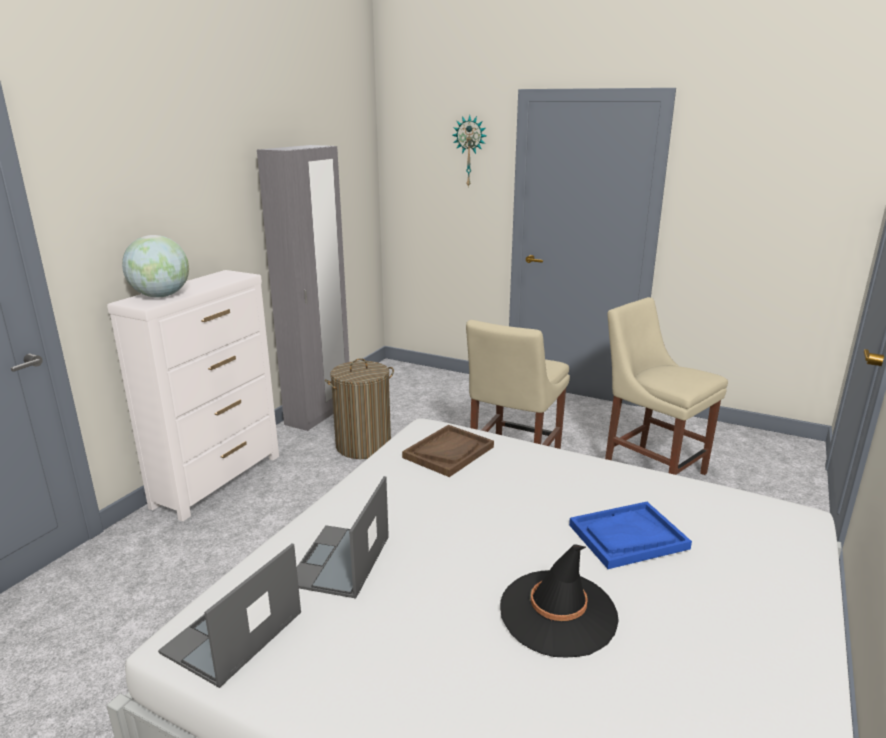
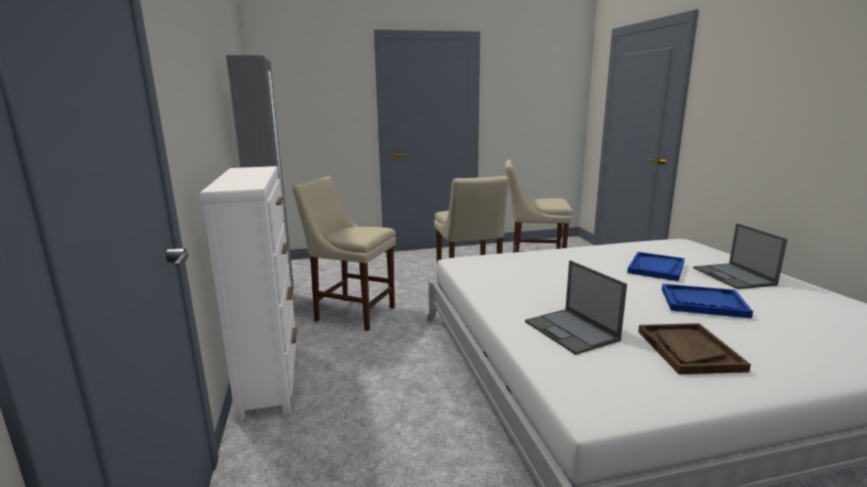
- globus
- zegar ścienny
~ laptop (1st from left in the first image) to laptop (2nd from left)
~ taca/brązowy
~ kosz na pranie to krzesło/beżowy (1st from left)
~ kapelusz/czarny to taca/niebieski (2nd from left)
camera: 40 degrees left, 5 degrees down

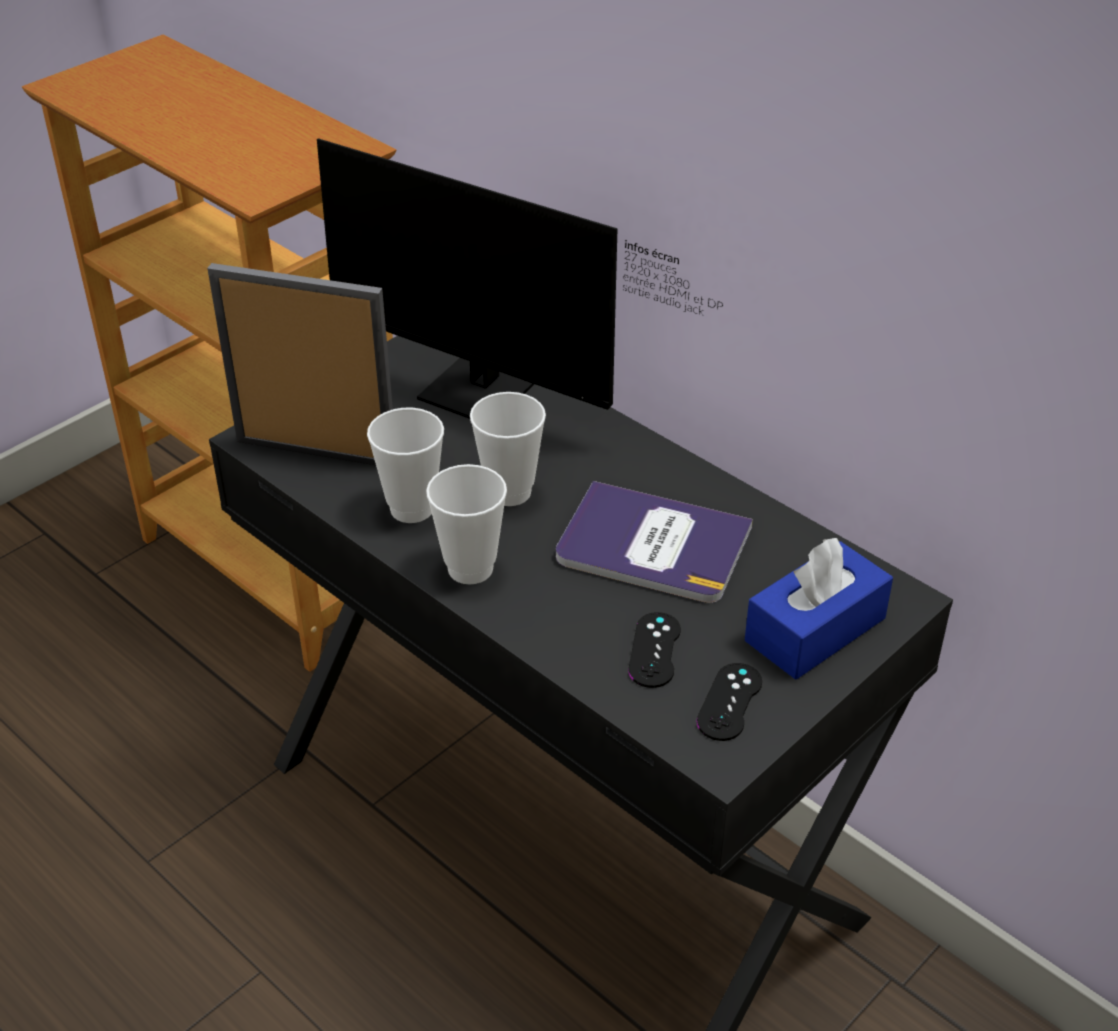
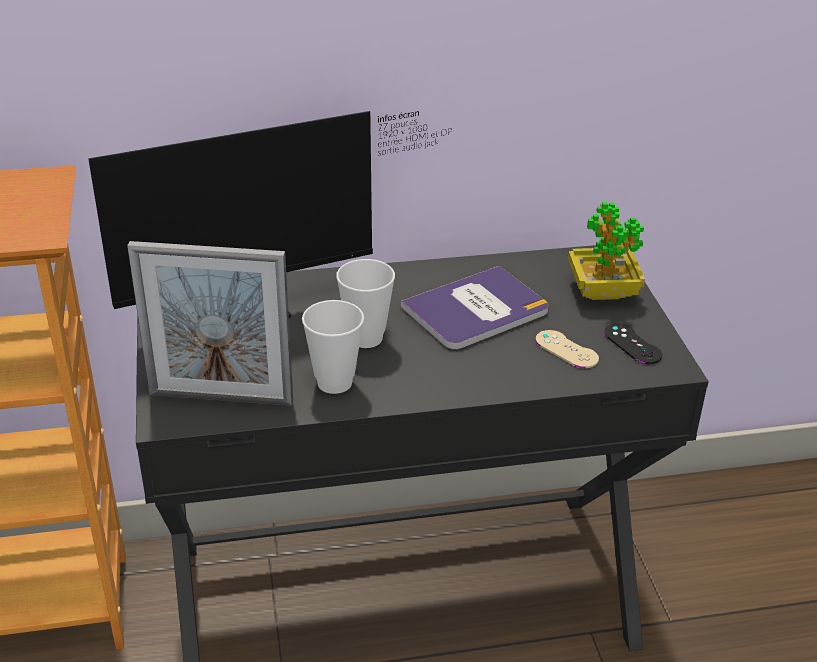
- filiżanka (2nd from left)
~ pudełko chusteczek/niebieski to roślina doniczkowa
~ pad do gier/czarny (1st from left) to pad do gier/beżowy
~ ramka na zdjęcie 135 degrees counterclockwise
camera: 55 degrees left, 5 degrees down

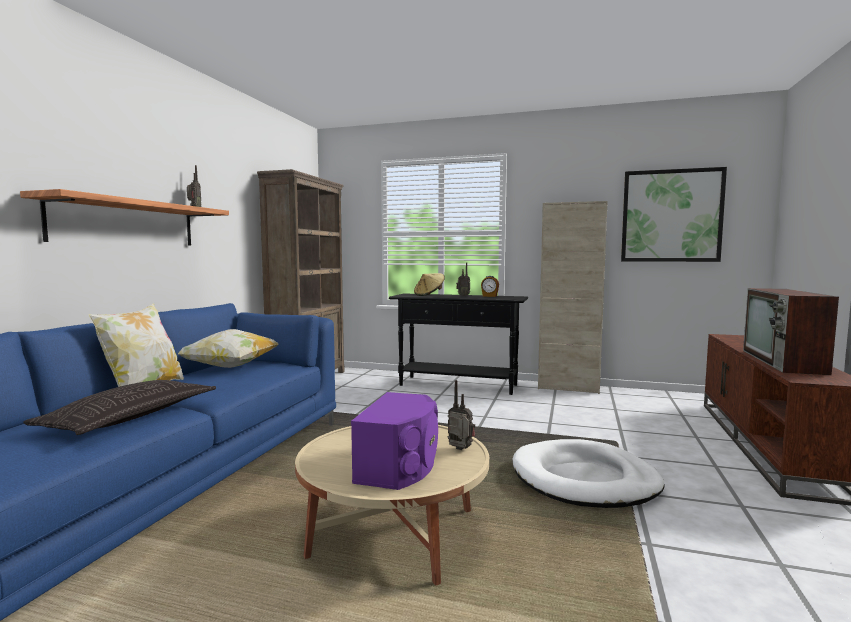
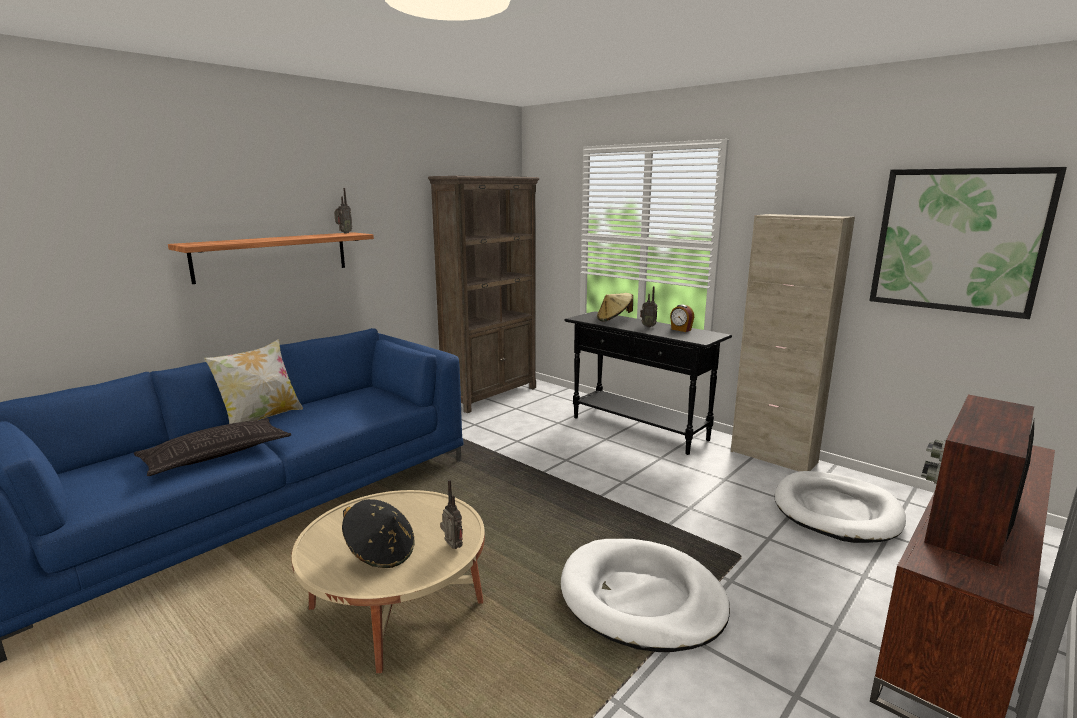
- poduszka (3rd from left)
+ legowisko/biały (2nd from left)
~ głośnik/fioletowy to kapelusz/czarny
camera: 25 degrees right, 10 degrees up

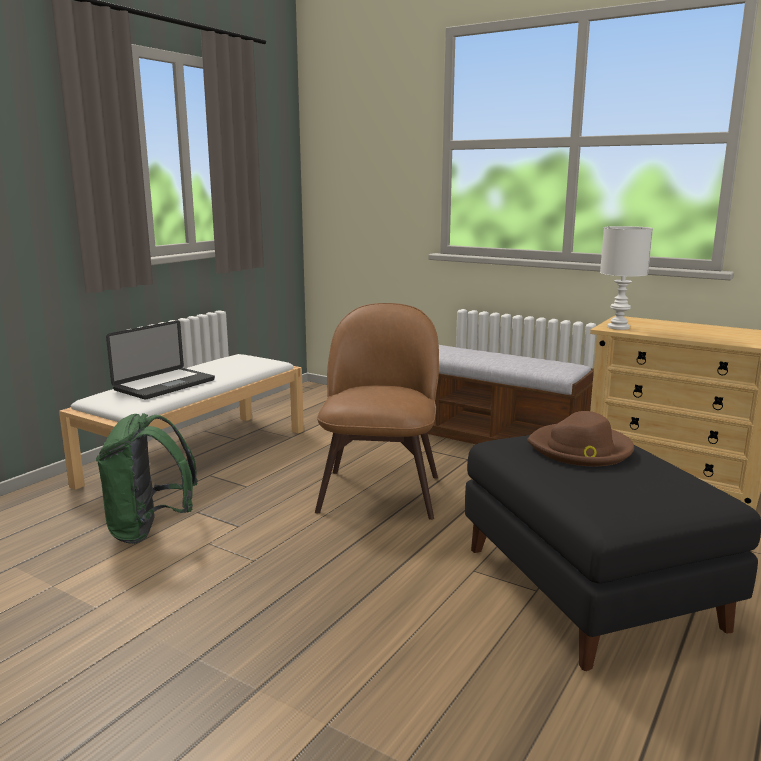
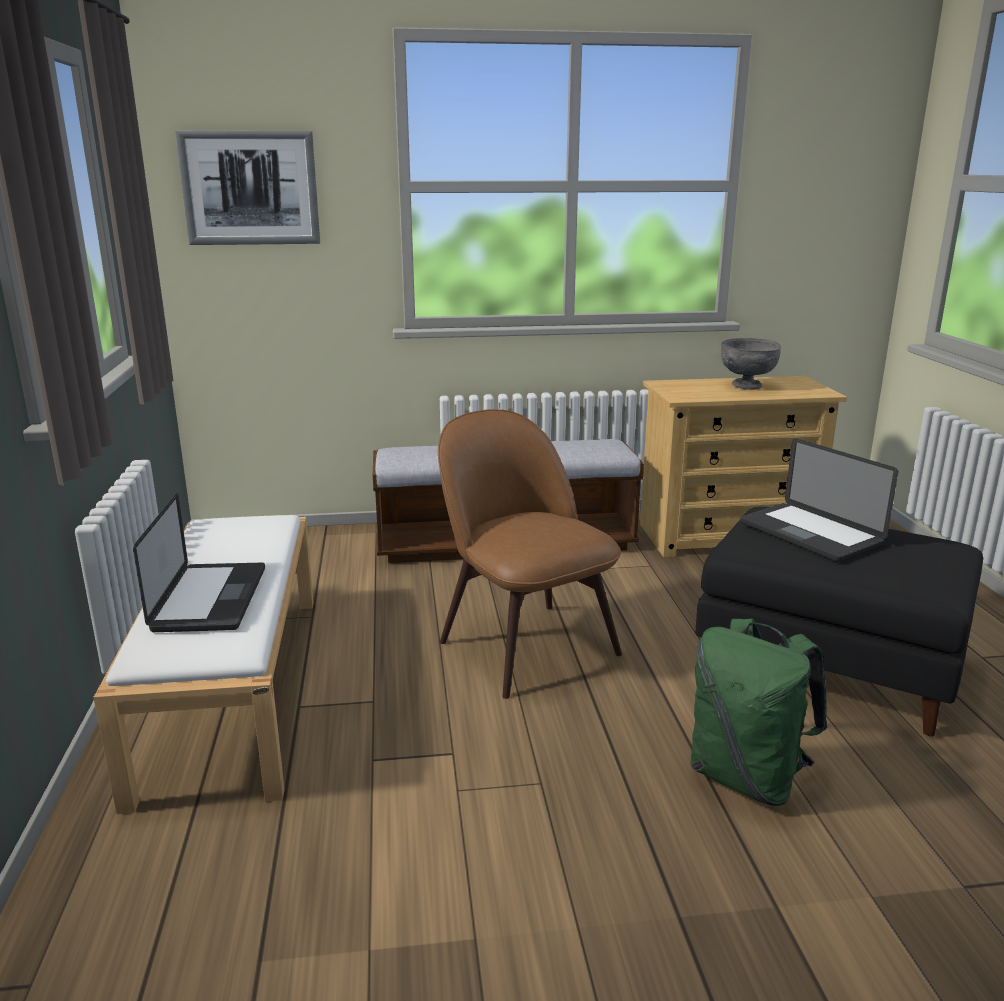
- lampa stołowa/biały
+ obraz
+ miska/szary
~ plecak/zielony
~ kapelusz/brązowy to laptop (2nd from left)
camera: 40 degrees left, 5 degrees up

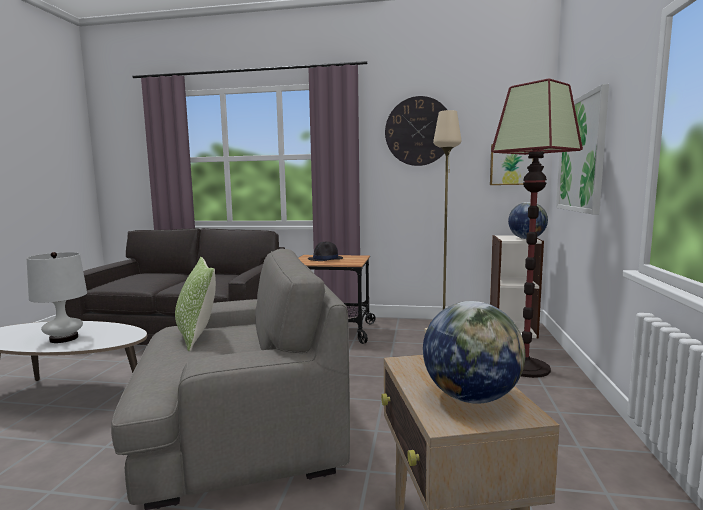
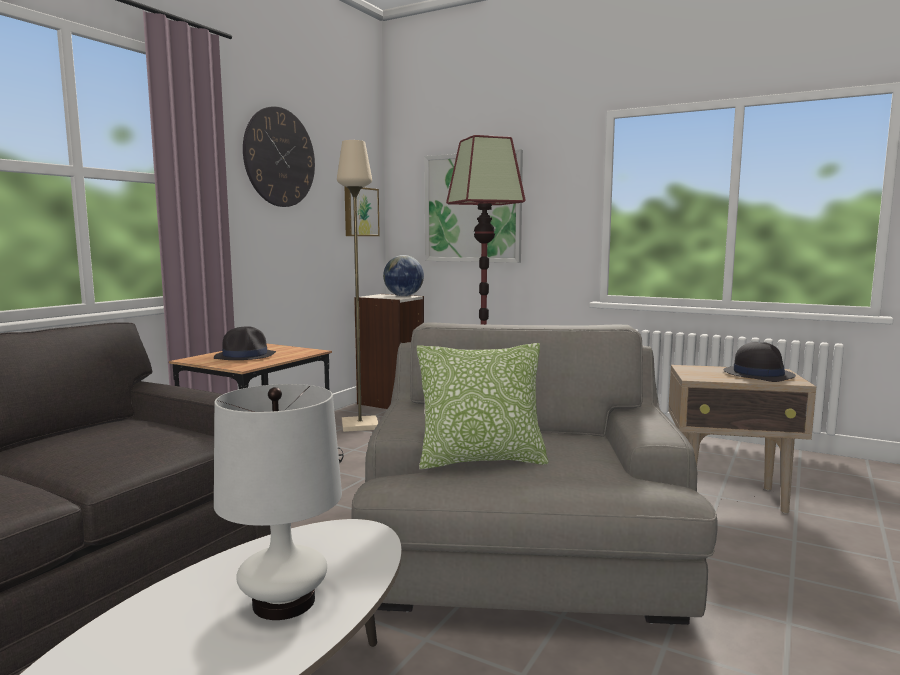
~ globus (1st from left) to kapelusz/czarny (2nd from left)
camera: 70 degrees left, 0 degrees up

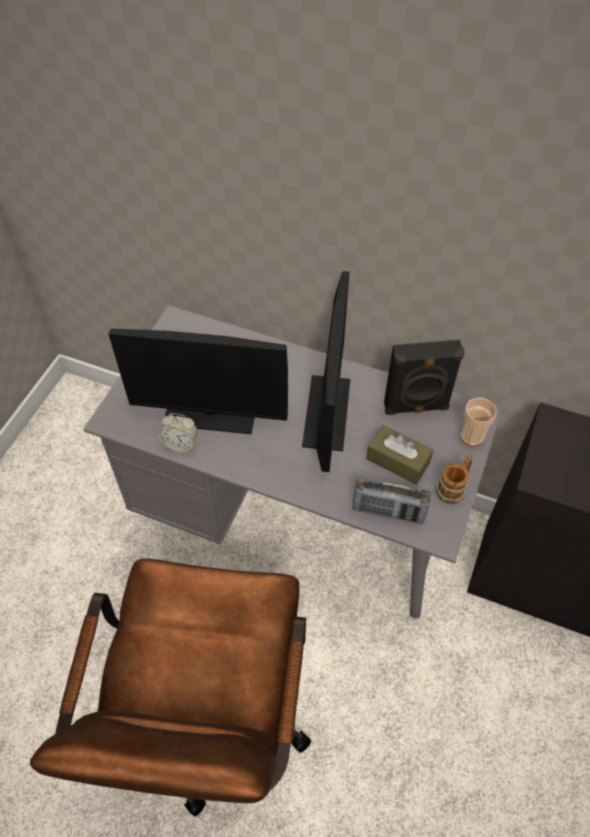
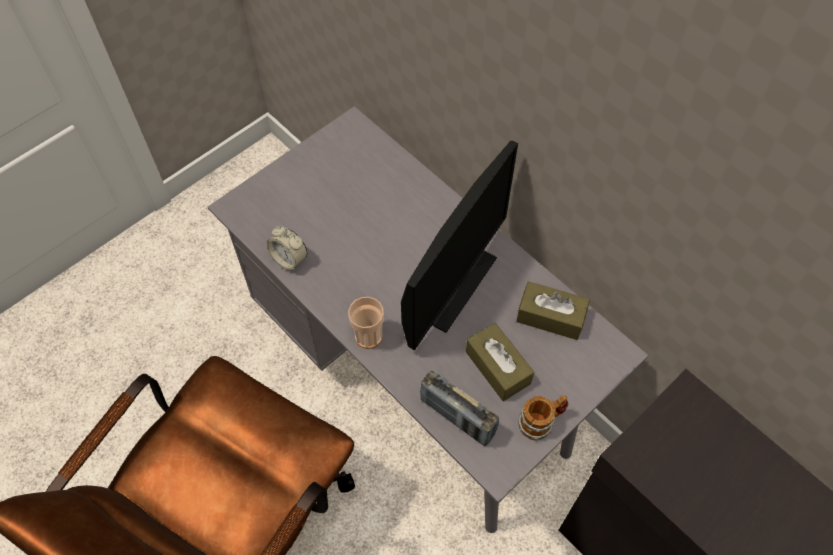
- monitor (1st from left)
~ filiżanka
~ głośnik/czarny to pudełko chusteczek/brązowy (2nd from left)
camera: 25 degrees right, 5 degrees up

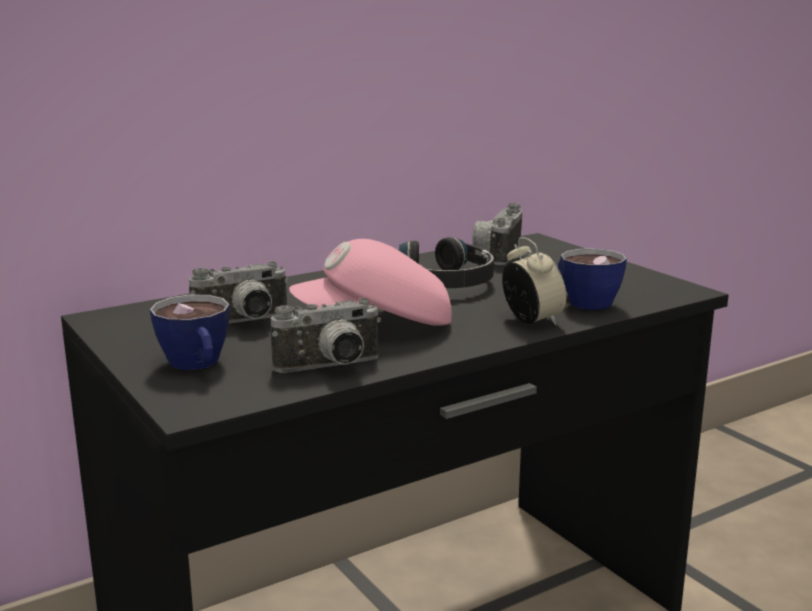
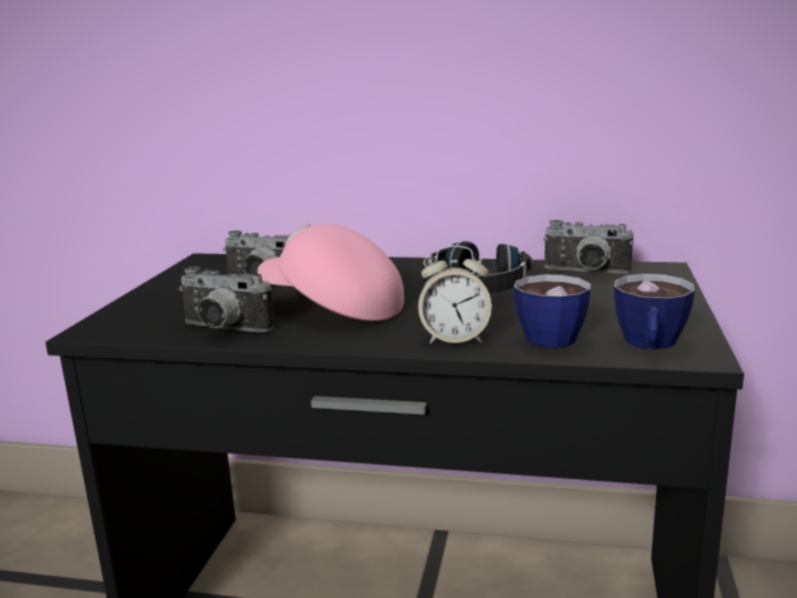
~ filiżanka (1st from left in the first image) to filiżanka (2nd from left)
~ aparat fotograficzny (3rd from left) 135 degrees counterclockwise
~ budzik 75 degrees clockwise
camera: 45 degrees right, 0 degrees up

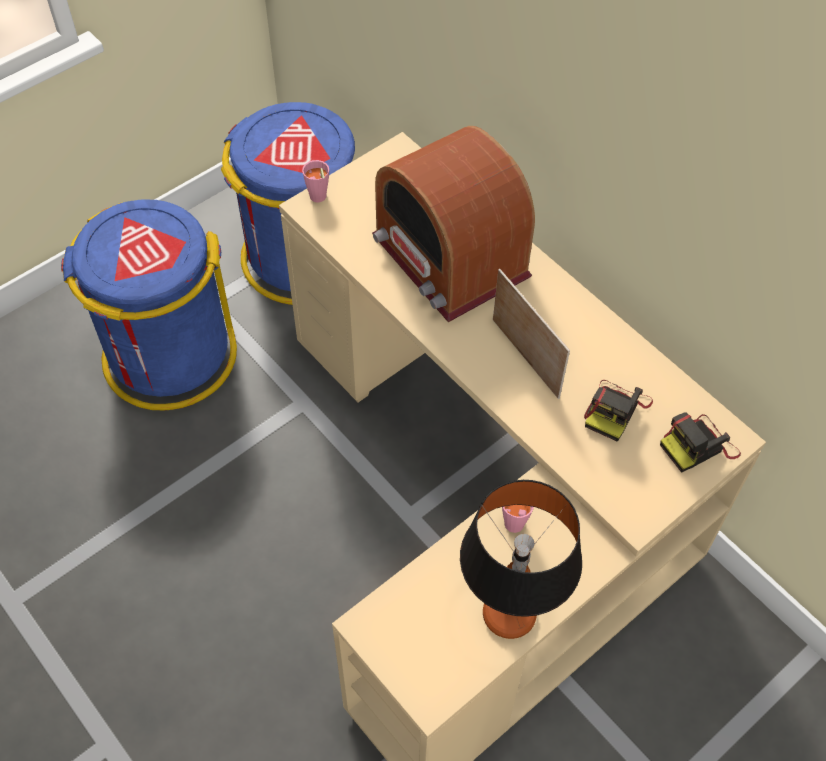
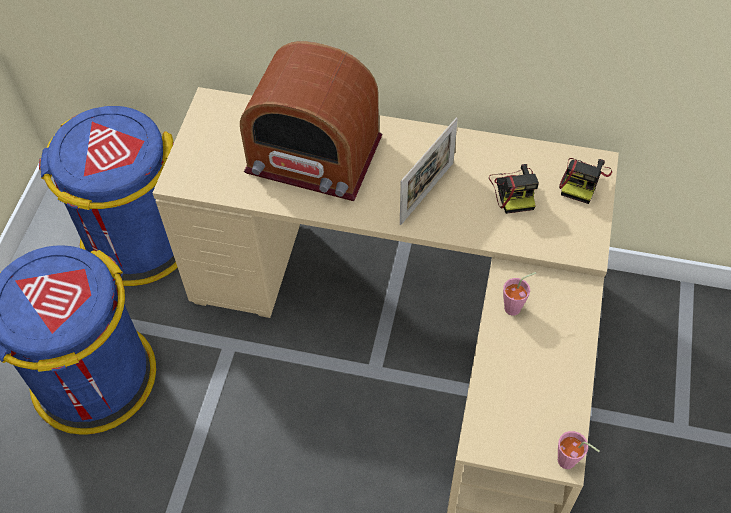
- lampa stołowa
~ filiżanka/różowy (1st from left in the first image) to filiżanka/różowy (2nd from left)
~ ramka na zdjęcie 105 degrees clockwise
camera: 35 degrees left, 0 degrees up

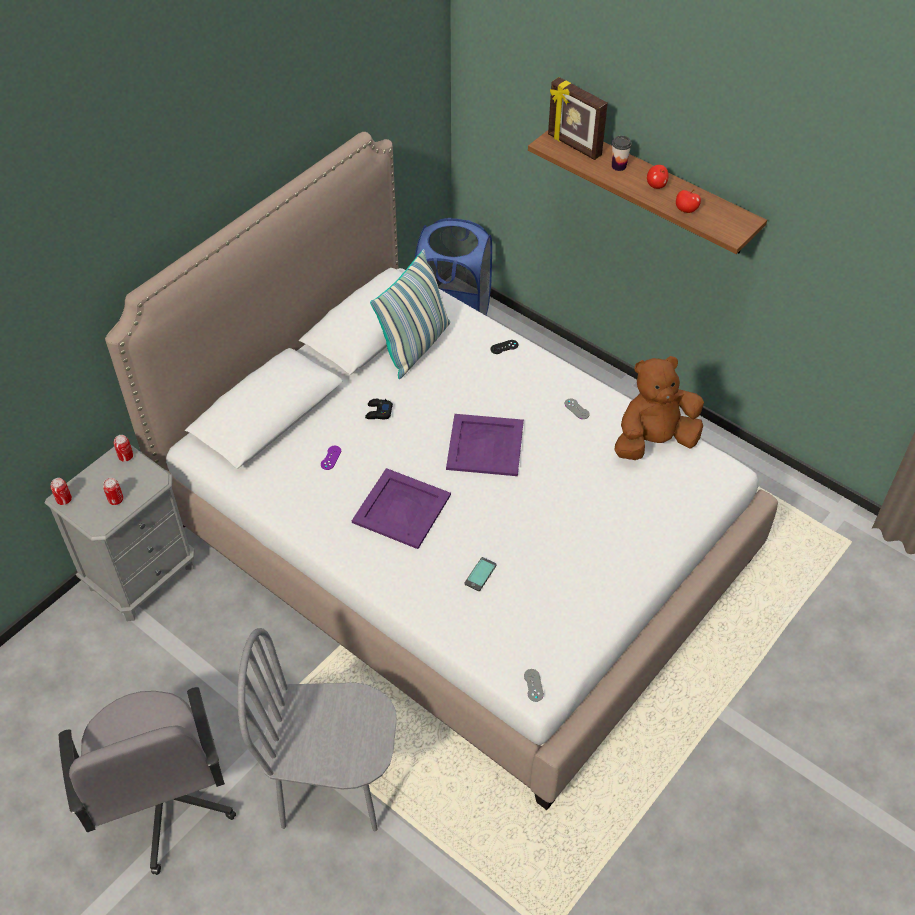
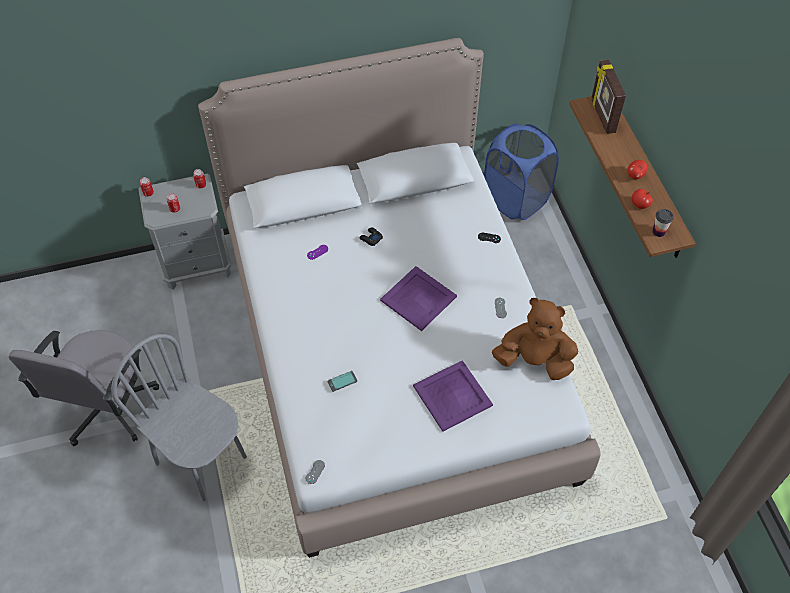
- poduszka
~ taca/fioletowy (1st from left in the first image) to taca/fioletowy (2nd from left)
~ filiżanka
camera: 35 degrees right, 5 degrees up

